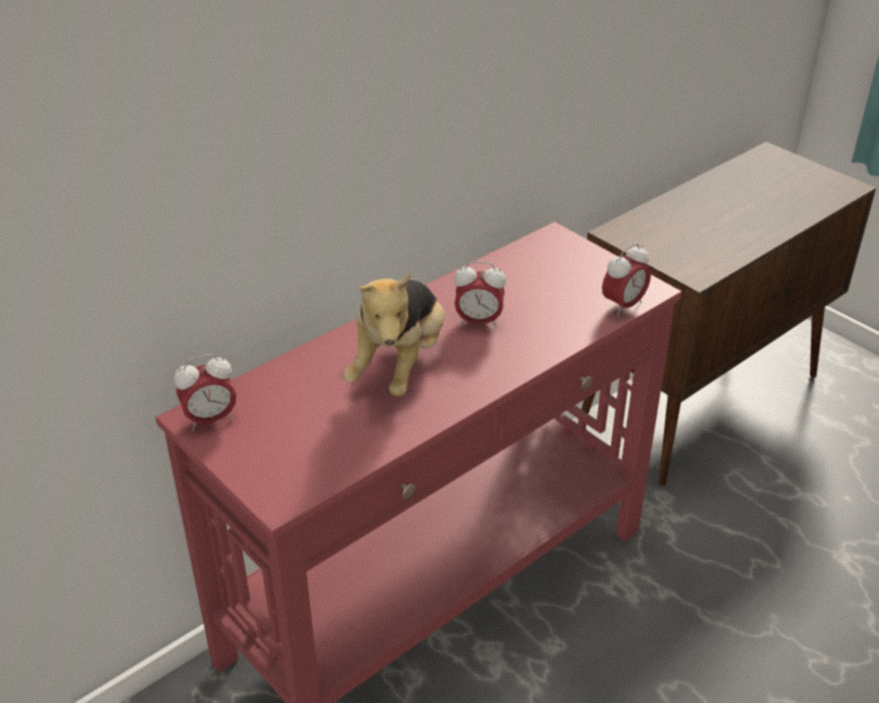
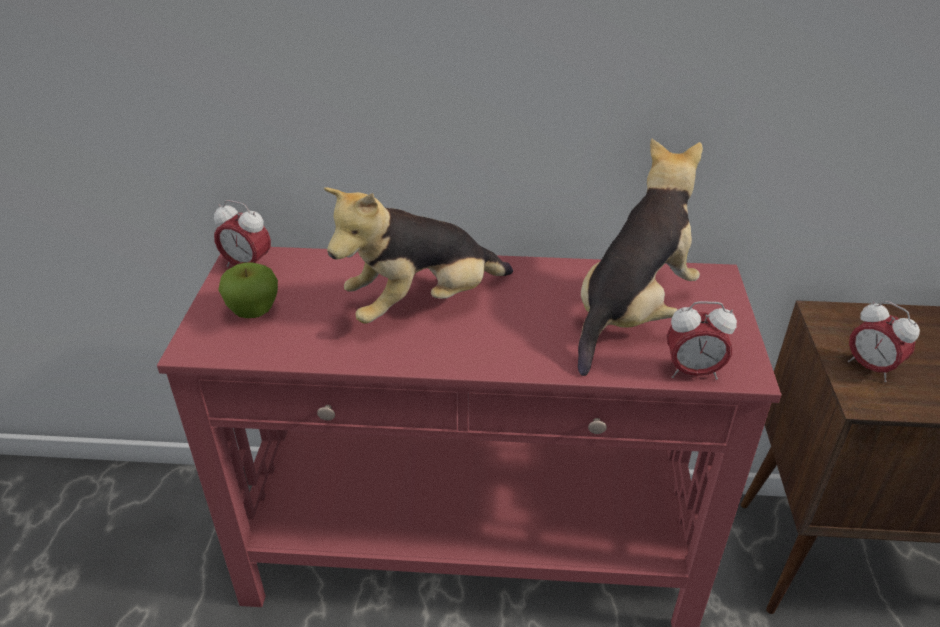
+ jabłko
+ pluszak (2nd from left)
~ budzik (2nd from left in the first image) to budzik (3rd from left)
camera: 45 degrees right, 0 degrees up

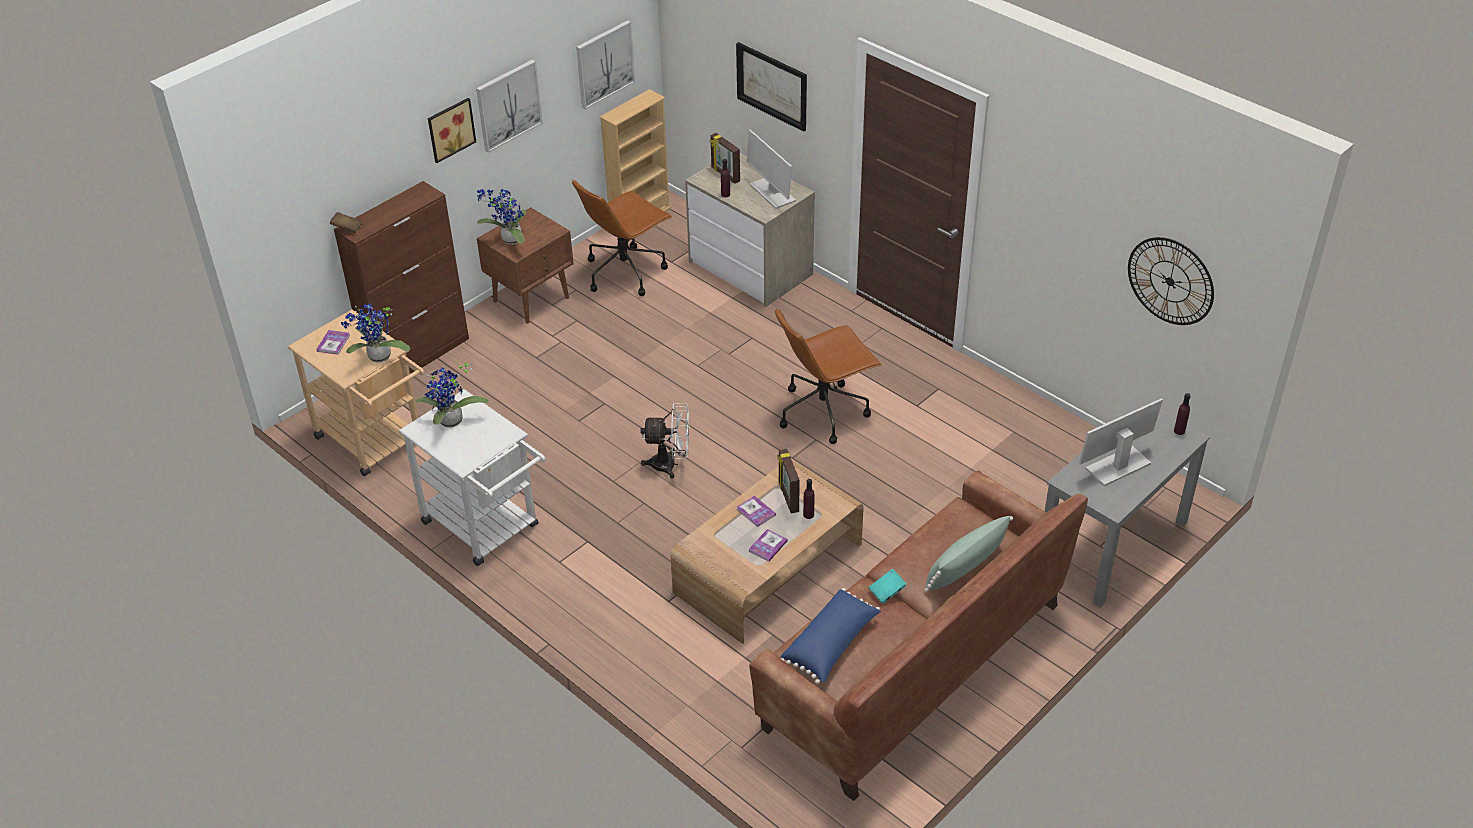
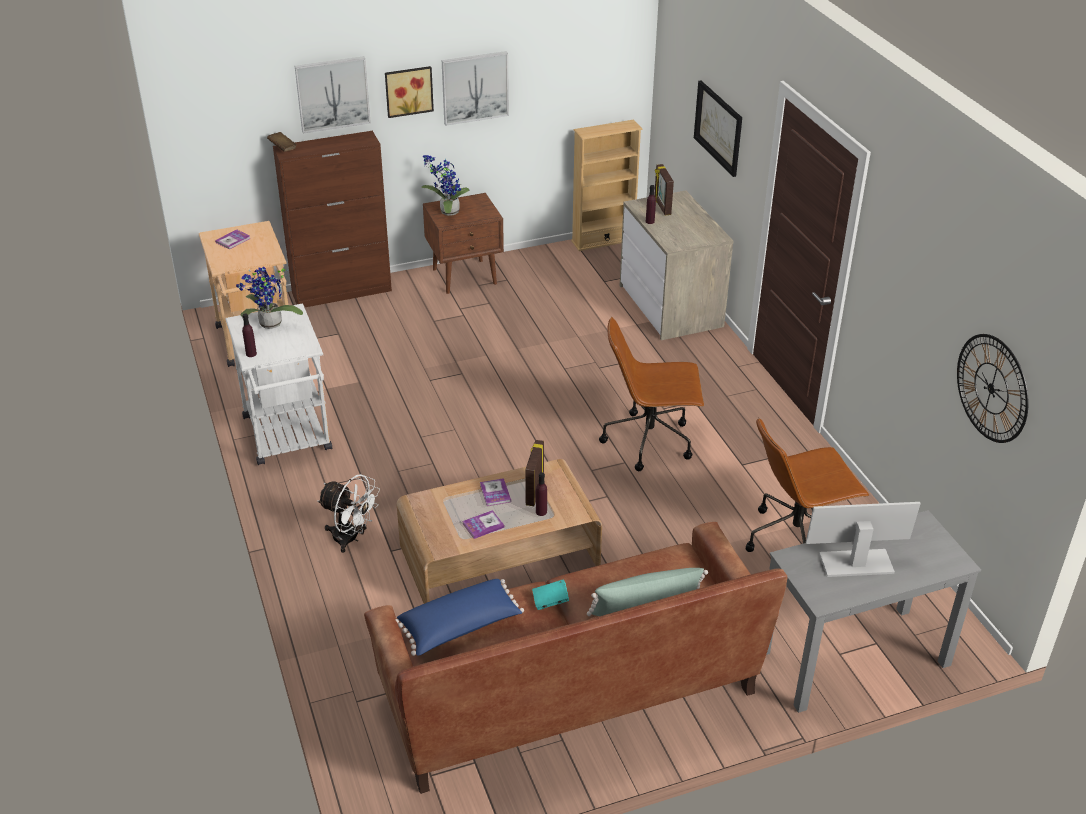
- roślina doniczkowa (1st from left)
- monitor (1st from left)
~ krzesło biurowe/brązowy (1st from left in the first image) to krzesło biurowe/brązowy (2nd from left)
~ obraz (3rd from left in the first image) to obraz (1st from left)
~ wentylator/biały
~ butelka/fioletowy (3rd from left in the first image) to butelka/fioletowy (1st from left)
camera: 25 degrees right, 5 degrees down

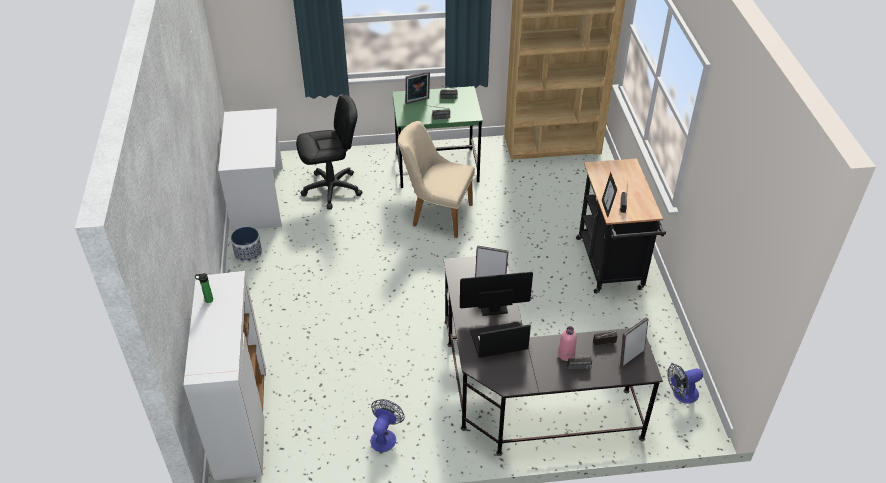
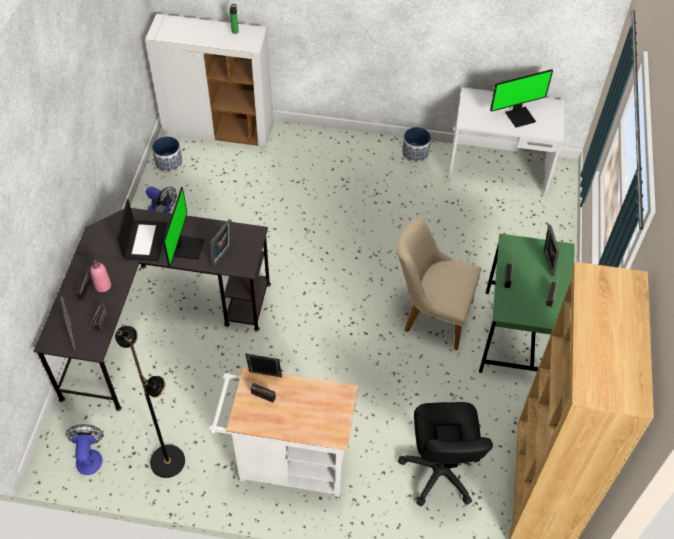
+ lampa stojąca/czarny
+ donica (1st from left)
+ monitor (2nd from left)
~ krzesło biurowe/czarny
~ wózek/czarny to wózek/biały
~ krzesło/beżowy 105 degrees counterclockwise
camera: 105 degrees right, 10 degrees up

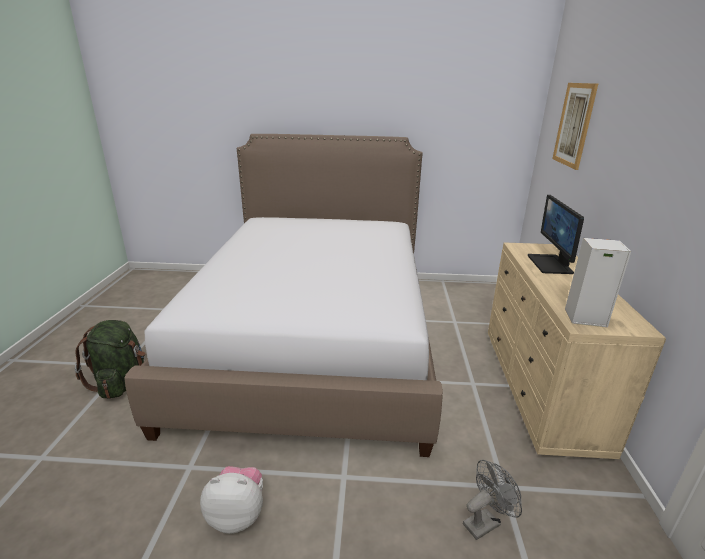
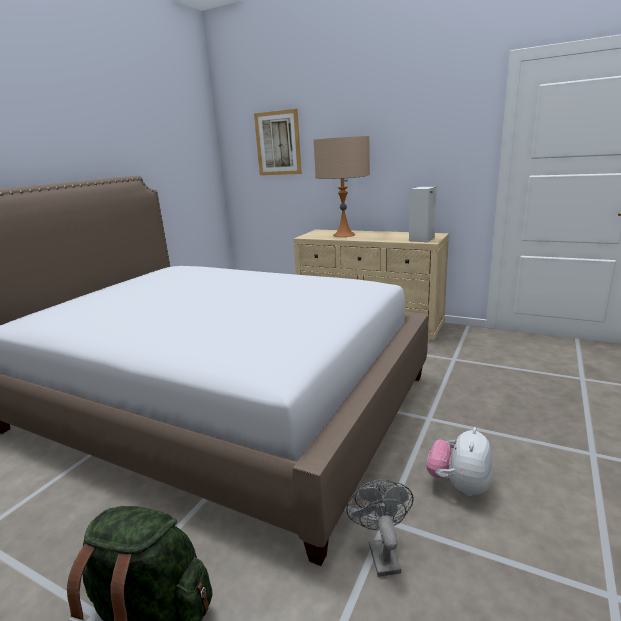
~ wentylator/szary
~ monitor to lampa stołowa/beżowy
camera: 65 degrees left, 5 degrees down

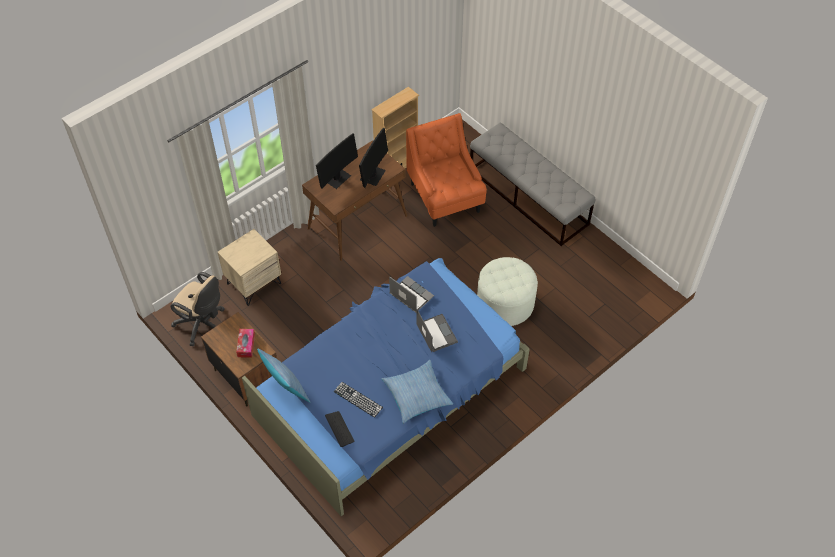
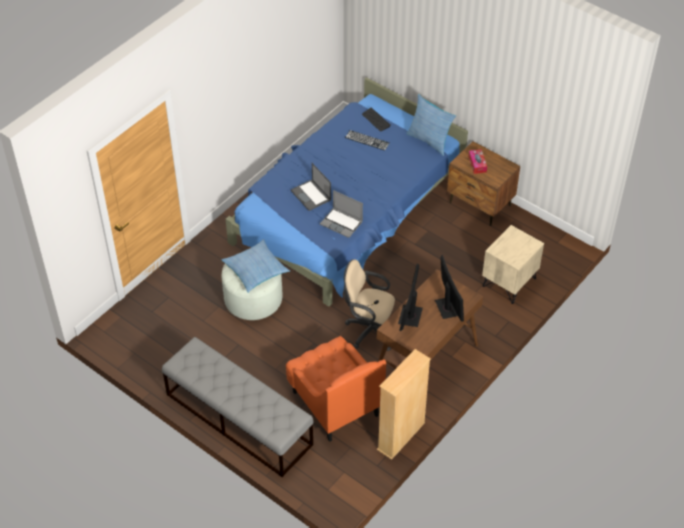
~ krzesło biurowe/beżowy
~ poduszka (2nd from left in the first image) to poduszka (1st from left)
~ monitor (1st from left in the first image) 135 degrees clockwise
camera: 170 degrees right, 5 degrees down

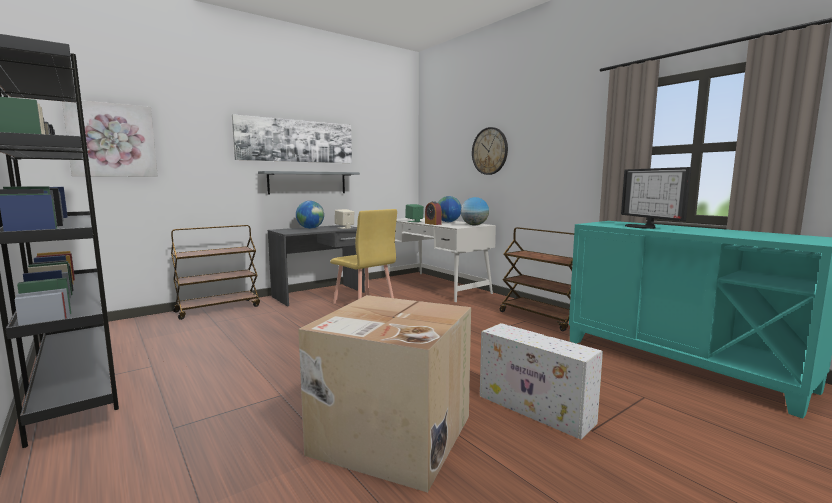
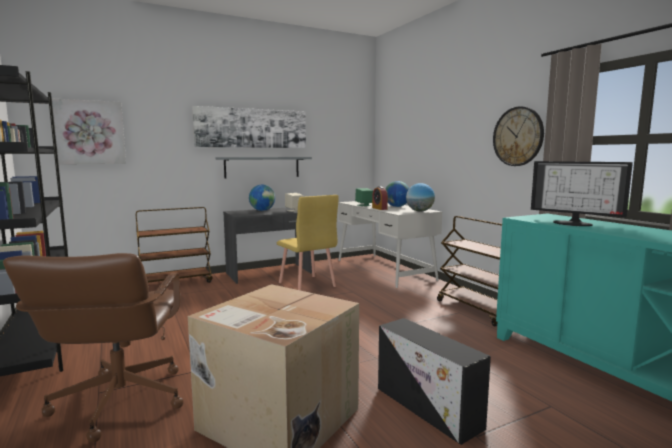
+ krzesło biurowe/brązowy
~ zegar ścienny
~ pojemnik do przechowywania/biały to pojemnik do przechowywania/czarny
~ monitor 45 degrees counterclockwise
camera: 10 degrees right, 0 degrees up

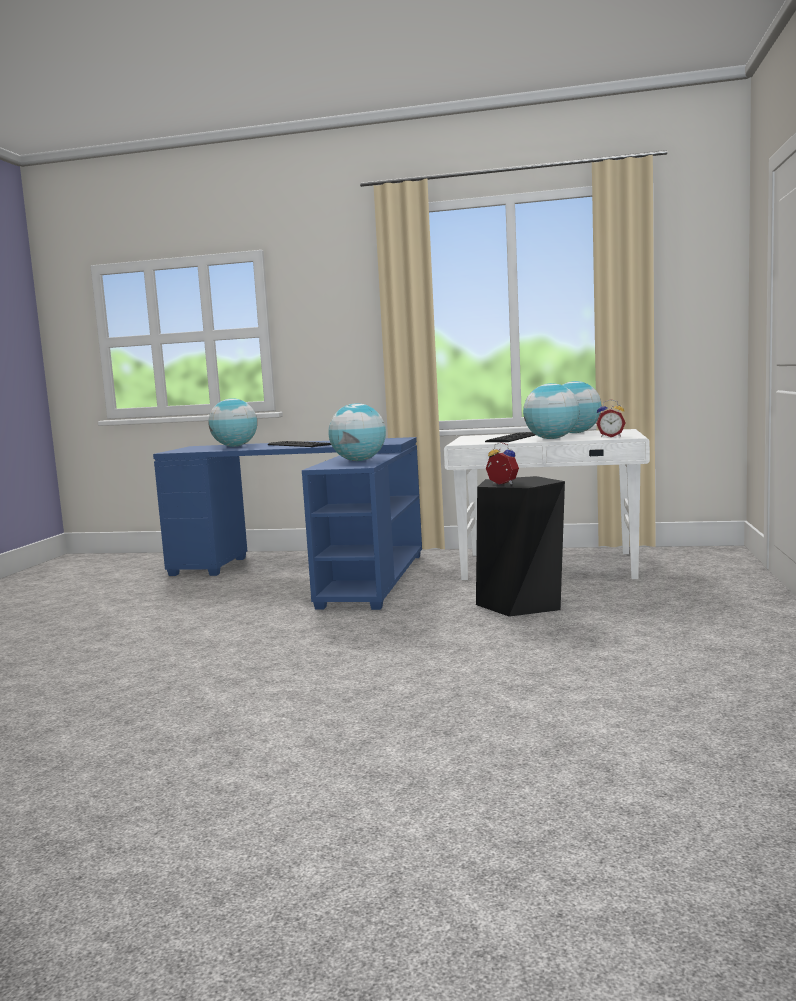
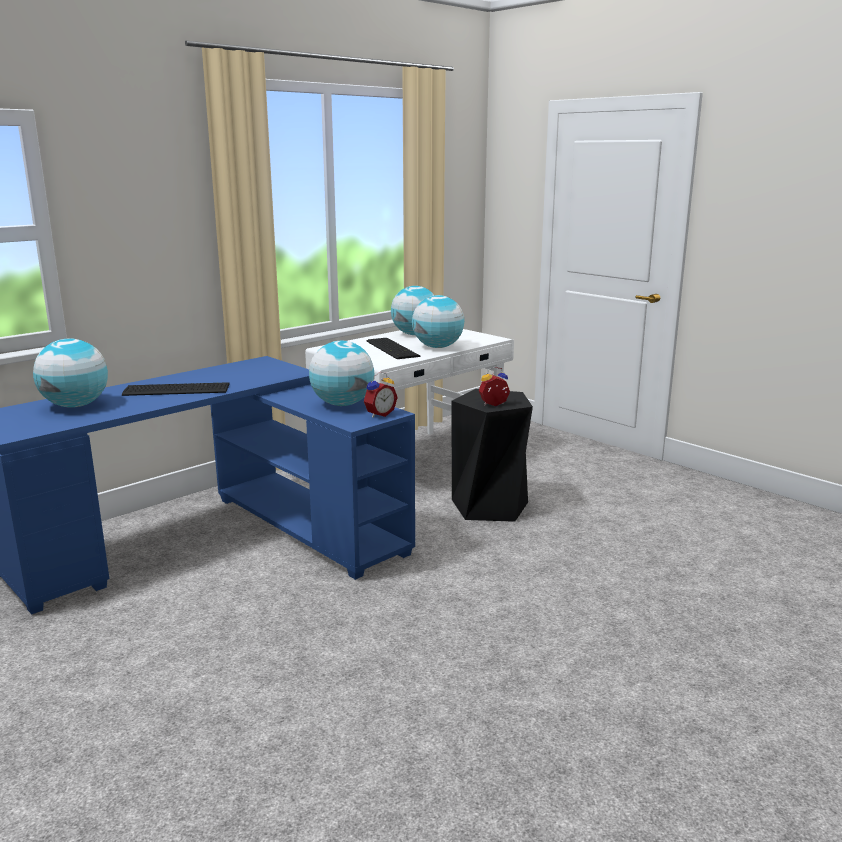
~ budzik (2nd from left in the first image) to budzik (1st from left)
camera: 55 degrees left, 10 degrees up

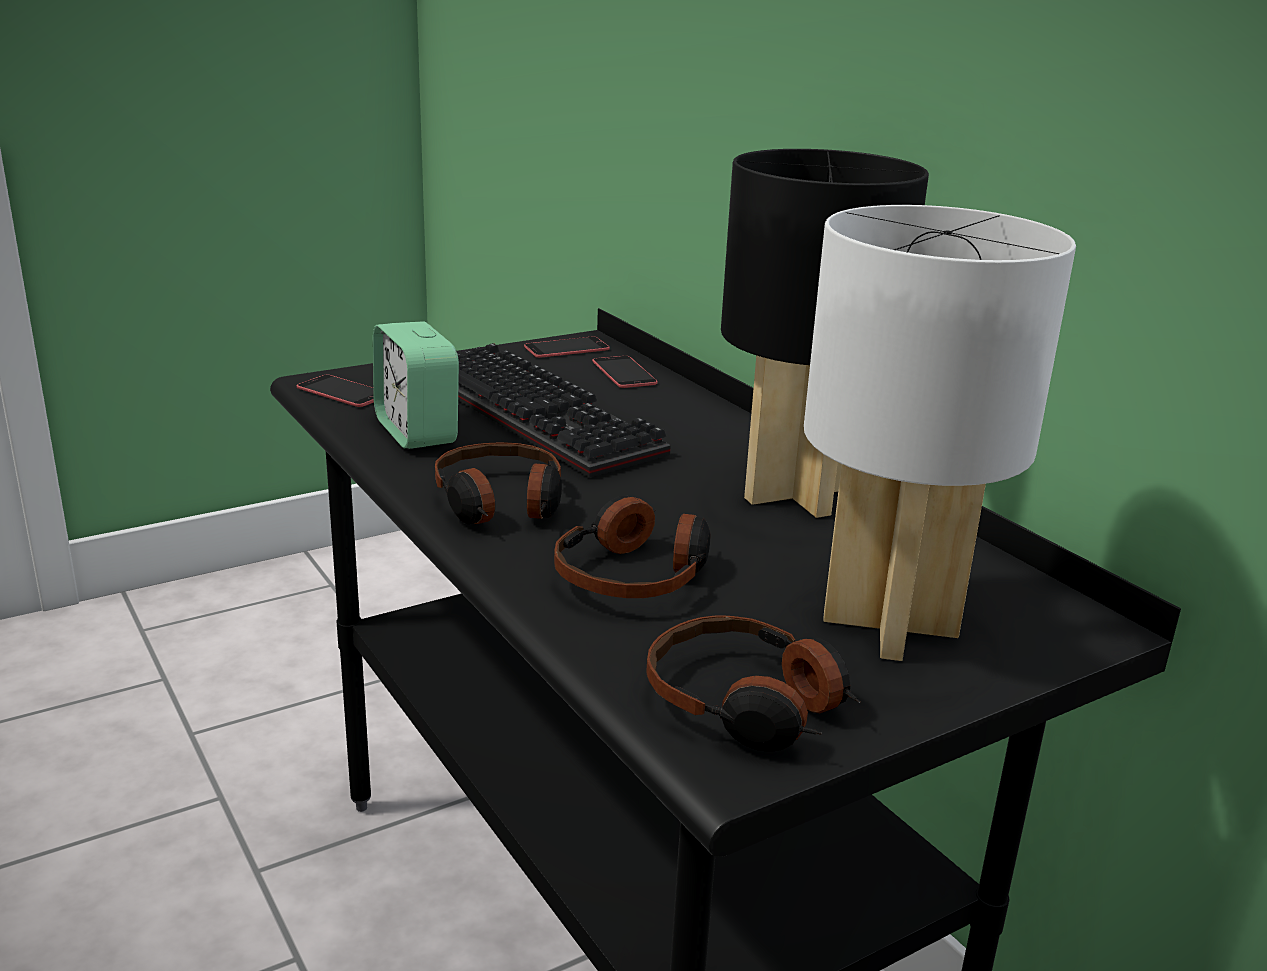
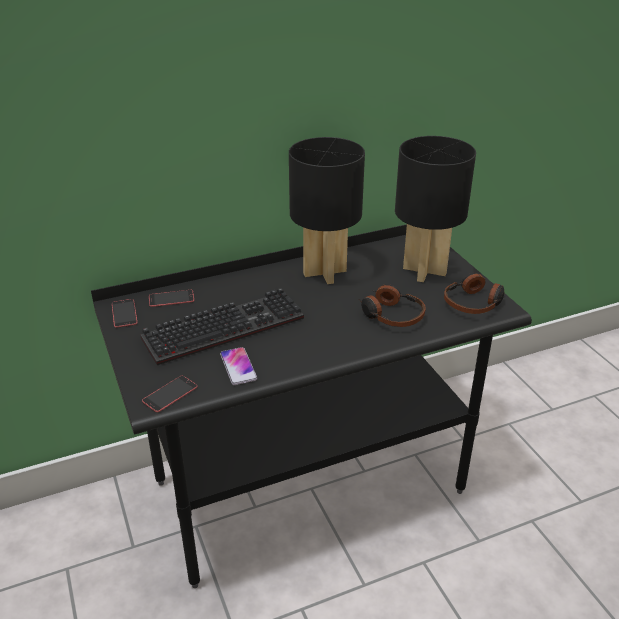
- słuchawki (1st from left)
~ budzik to telefon (4th from left)
~ lampa stołowa/biały to lampa stołowa/czarny (2nd from left)
camera: 80 degrees left, 10 degrees up

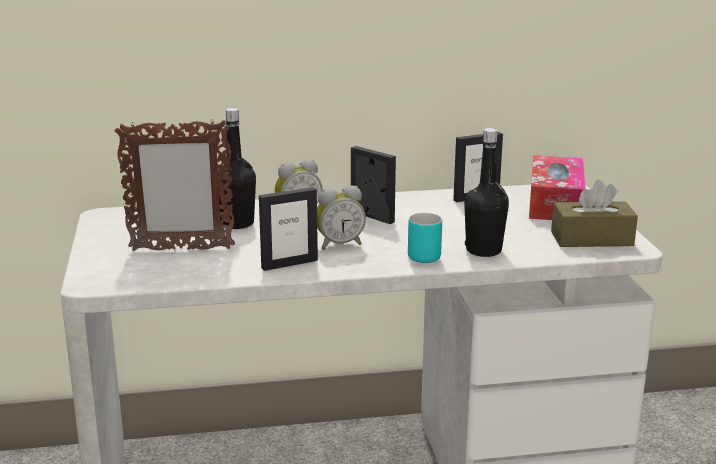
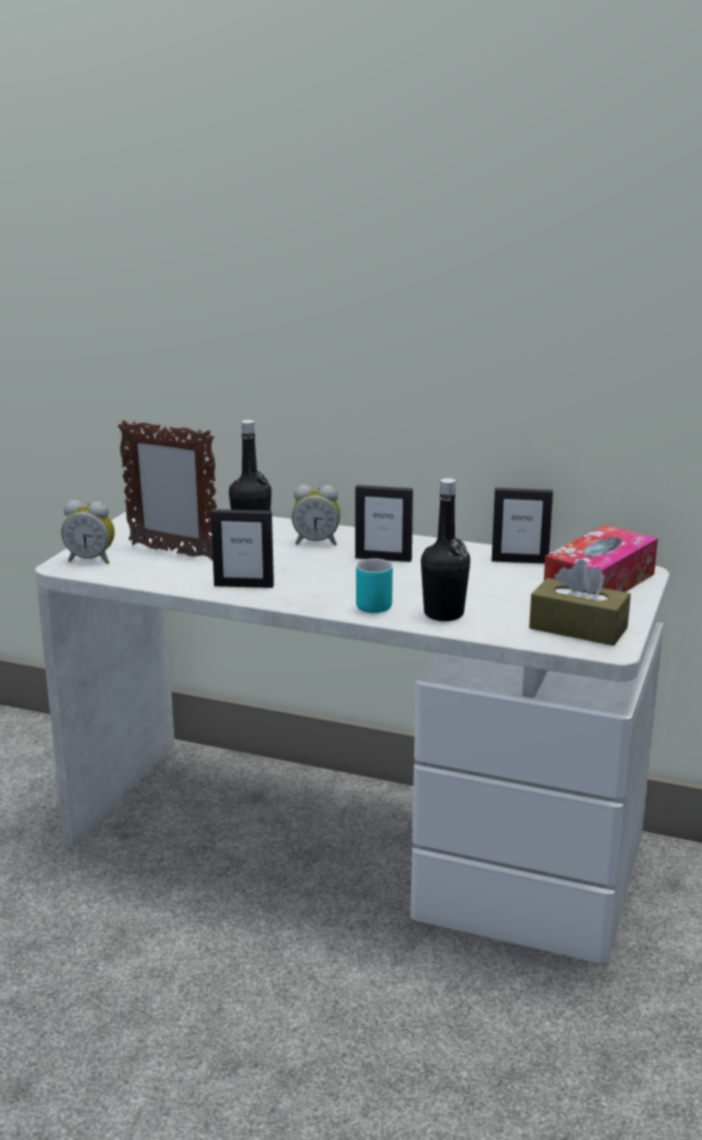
~ budzik (2nd from left in the first image) to budzik (1st from left)
~ ramka na zdjęcie (3rd from left) 120 degrees clockwise
camera: 30 degrees right, 0 degrees up

